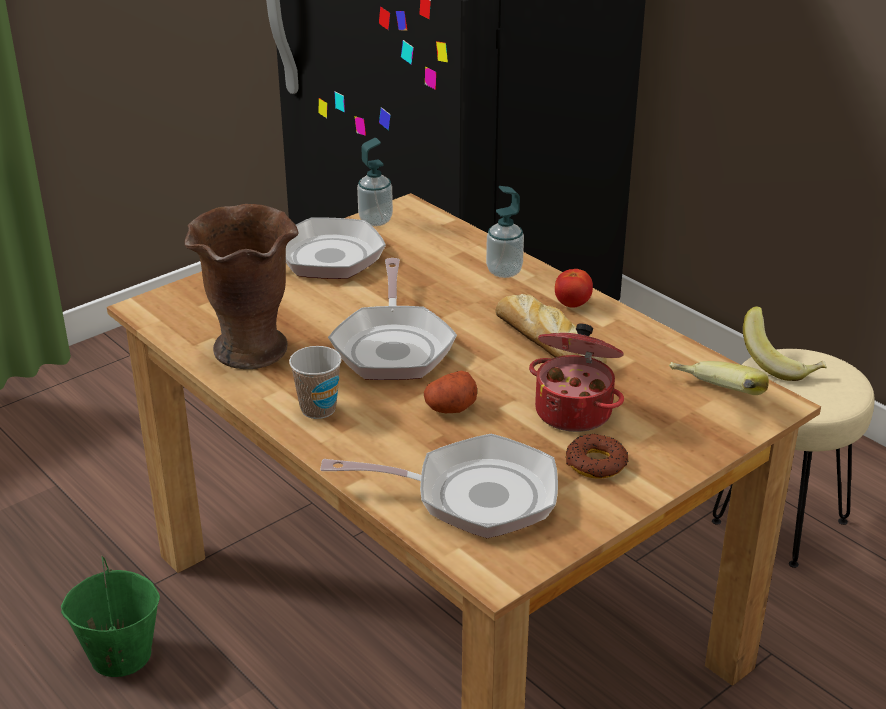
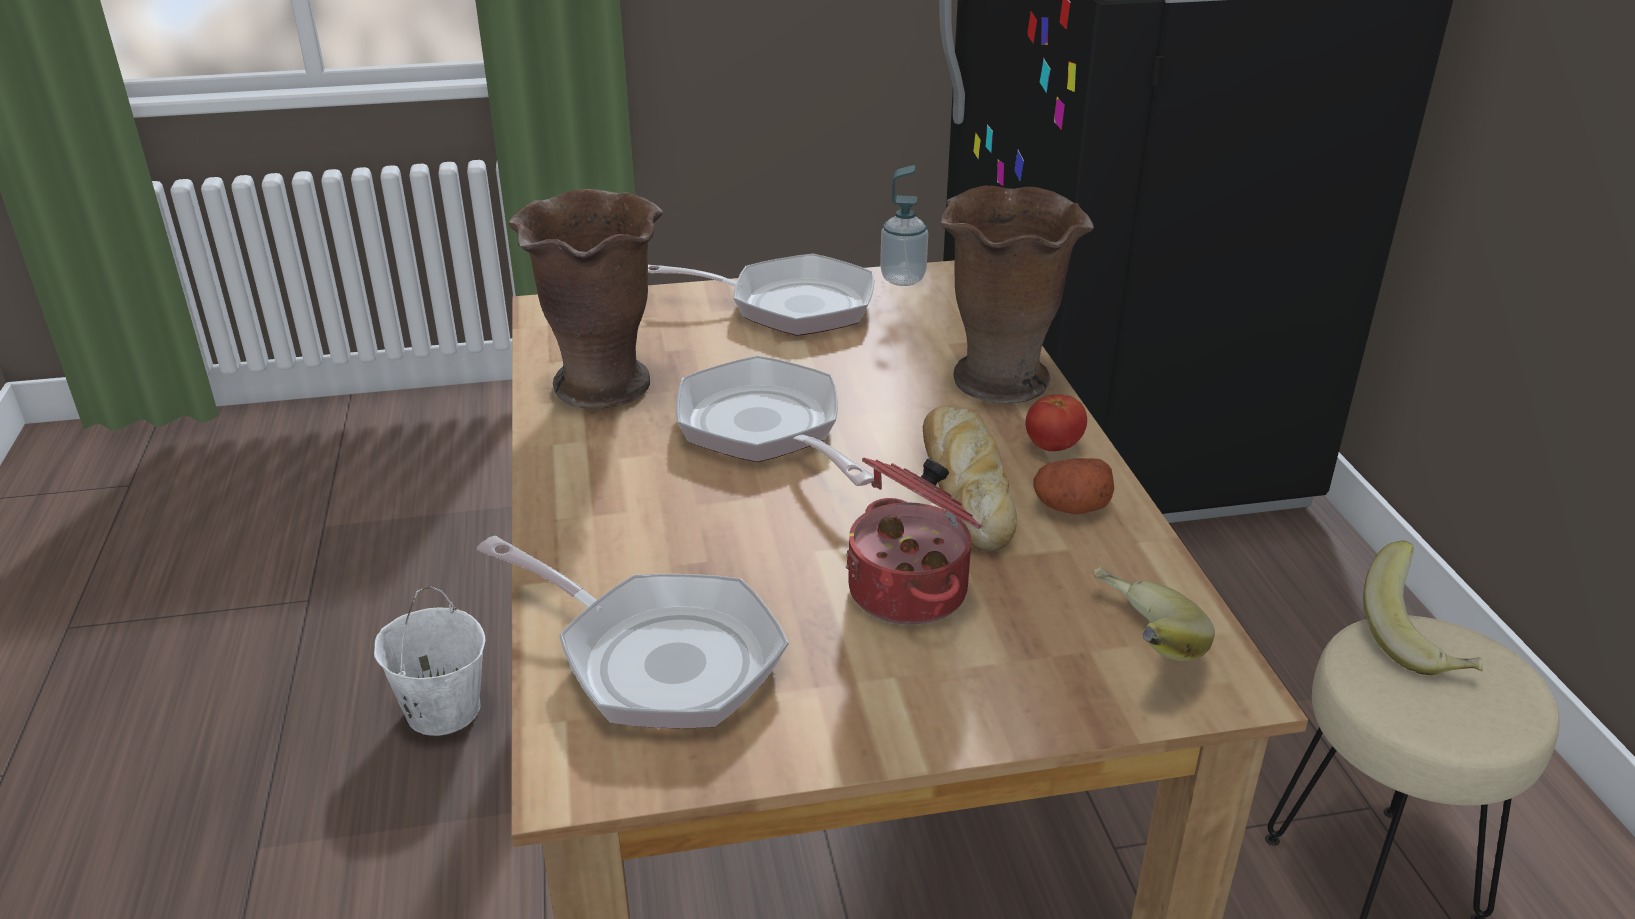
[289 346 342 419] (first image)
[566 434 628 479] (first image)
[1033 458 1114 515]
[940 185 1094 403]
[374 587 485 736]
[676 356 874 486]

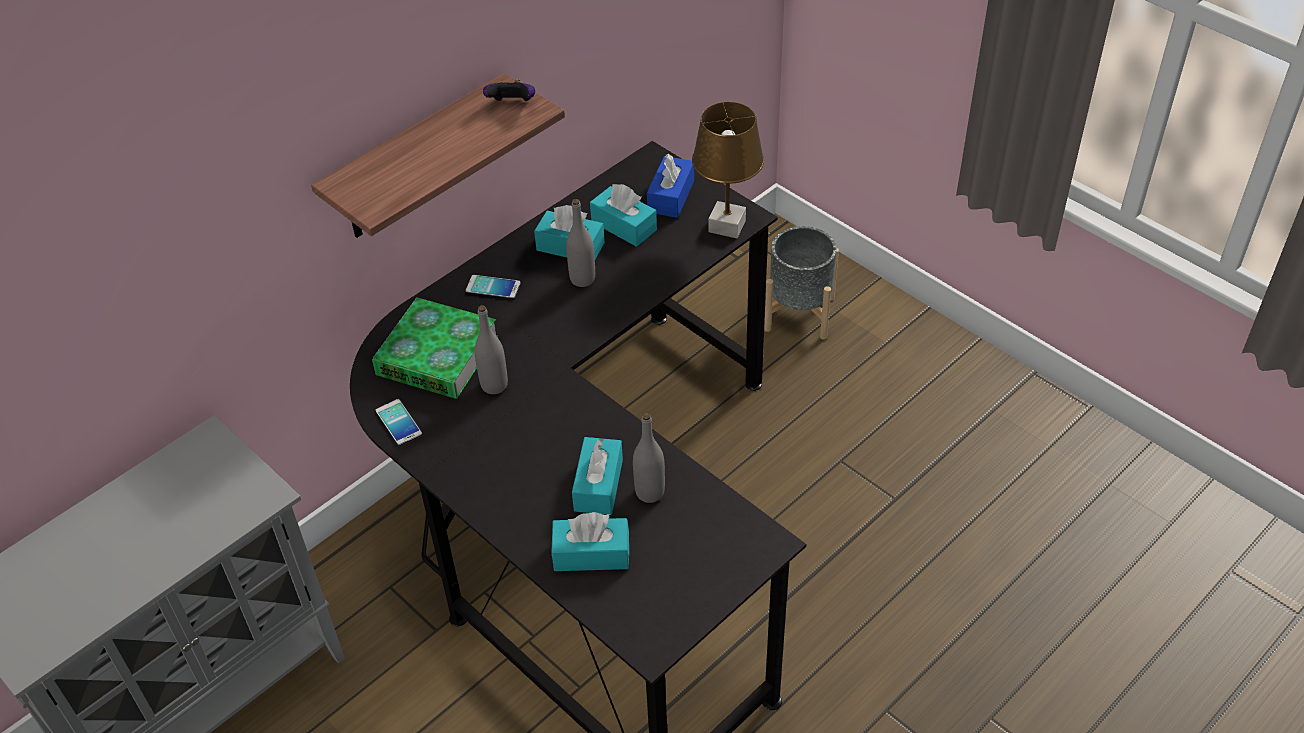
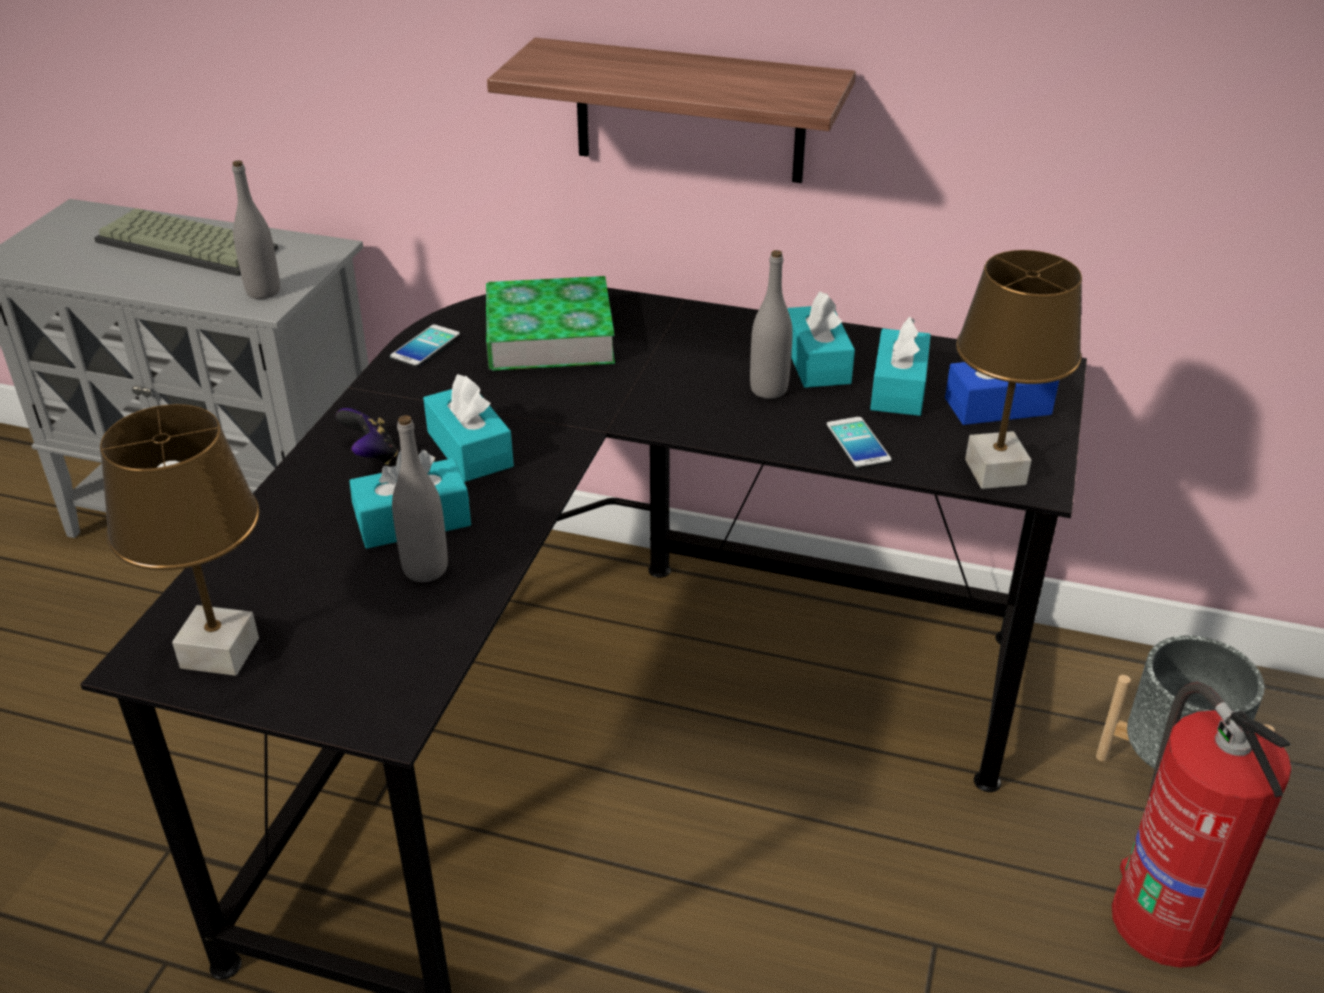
[94 208 278 276]
[100 404 260 676]
[1112 682 1292 968]
[826 417 891 469]
[232 160 280 299]
[336 408 398 465]
[423 374 514 482]

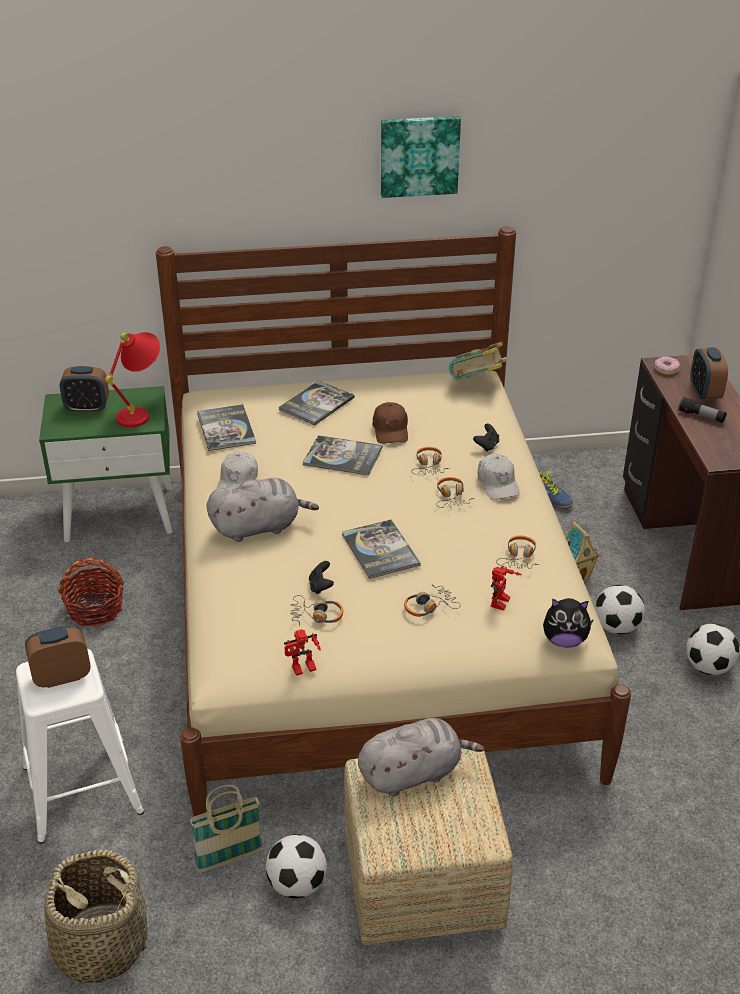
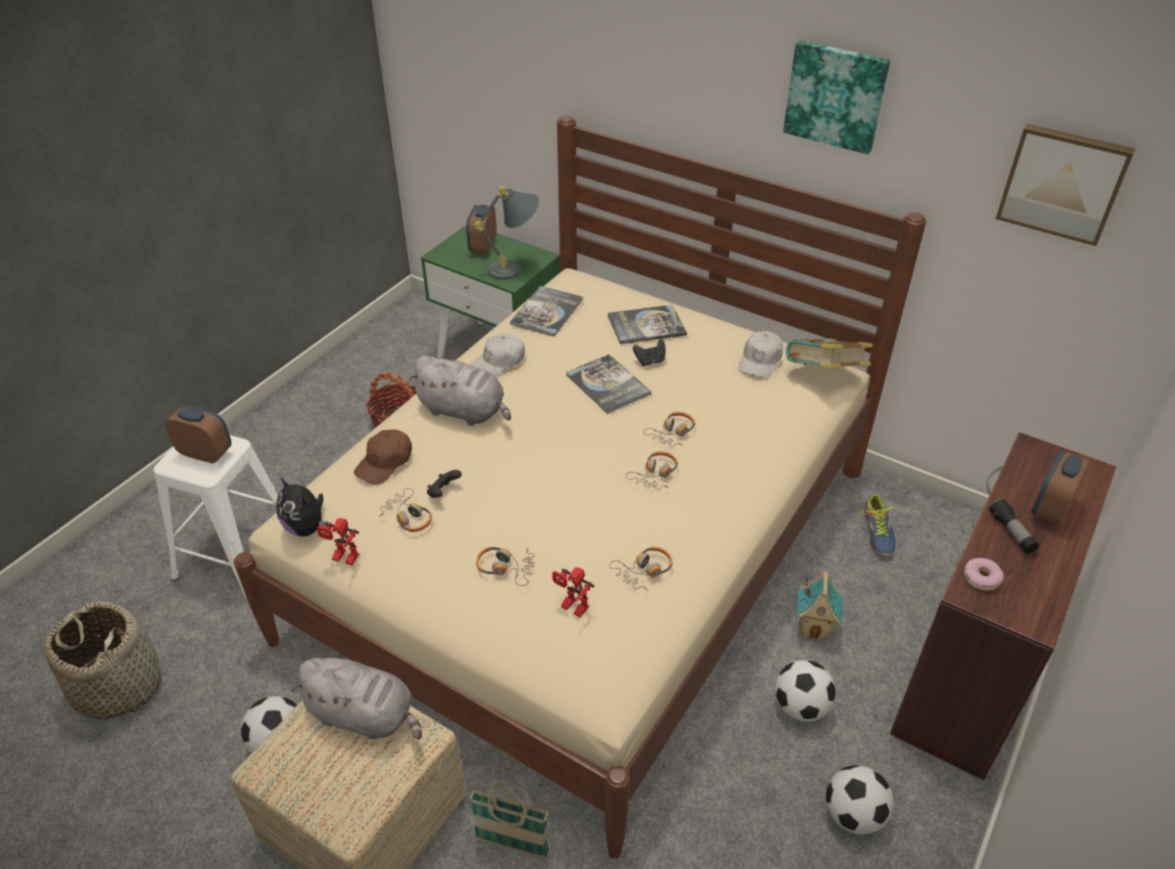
[342 520 421 579] (first image)
[996 124 1135 246]
[470 781 549 859]
[354 430 412 485]
[633 339 666 366]
[738 331 783 378]
[276 477 329 537]
[964 558 1004 591]
[474 186 539 280]
[466 205 497 254]
[552 567 595 617]

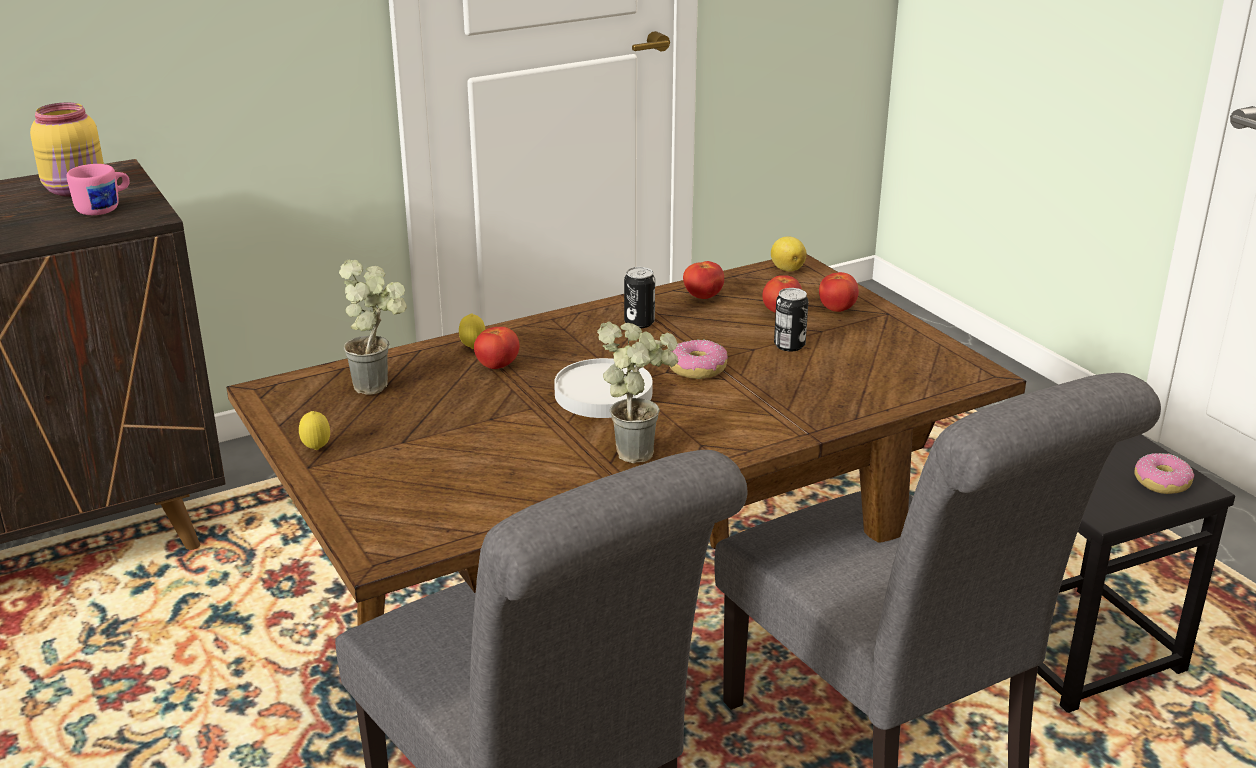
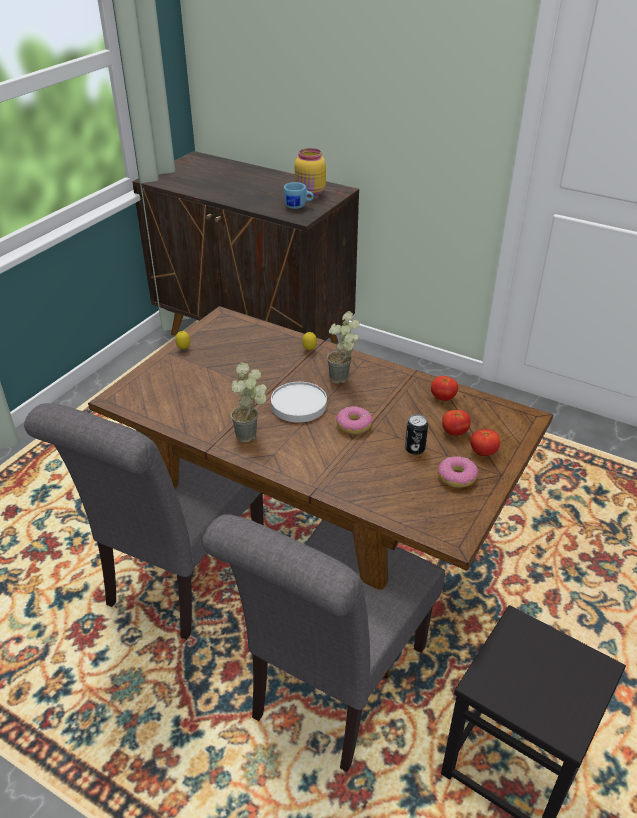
[474 327 519 369] (first image)
[624 267 655 328] (first image)
[771 237 807 271] (first image)
[327 311 359 384]
[438 456 478 488]
[284 182 314 209]

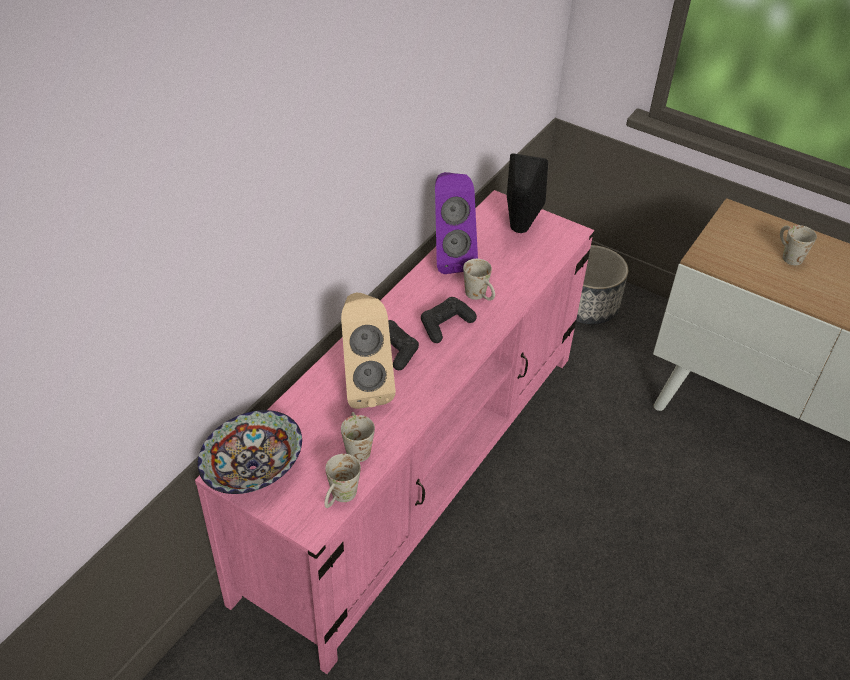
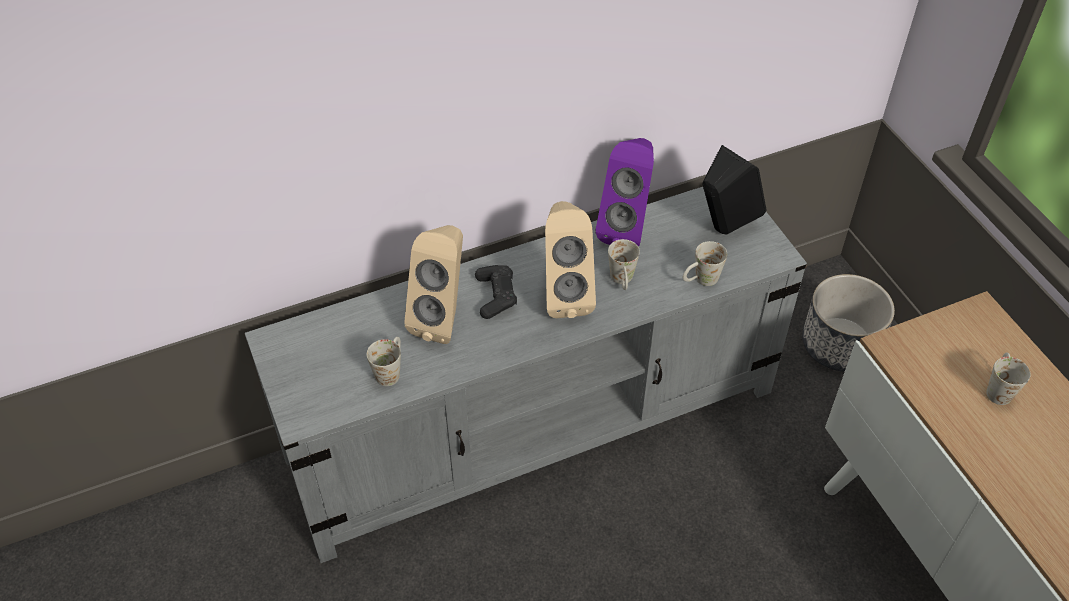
[198 410 302 494] (first image)
[683 241 727 286]
[545 201 596 318]
[245 187 807 563]

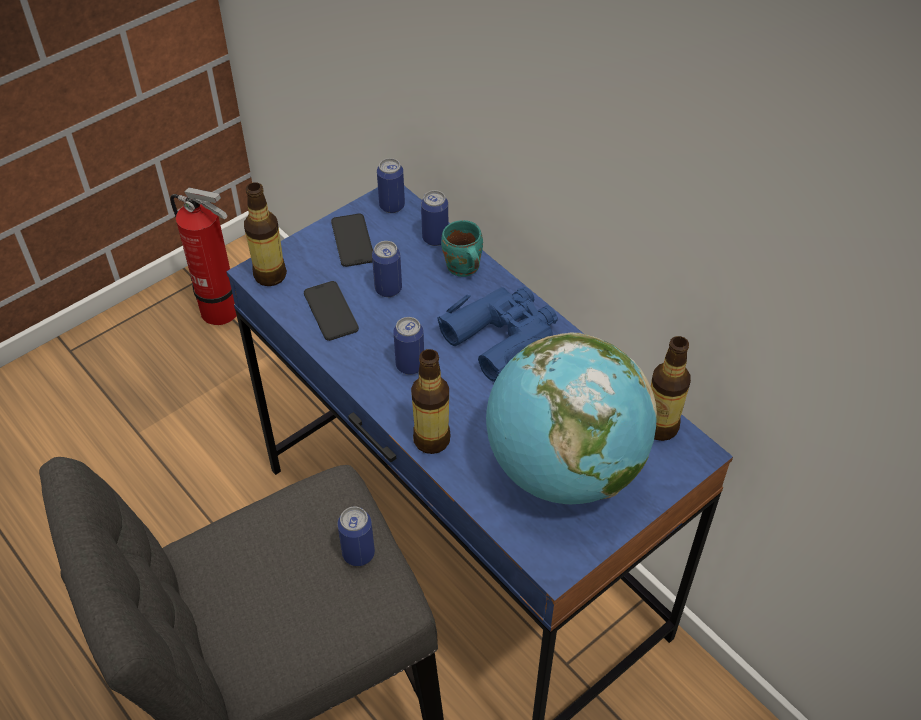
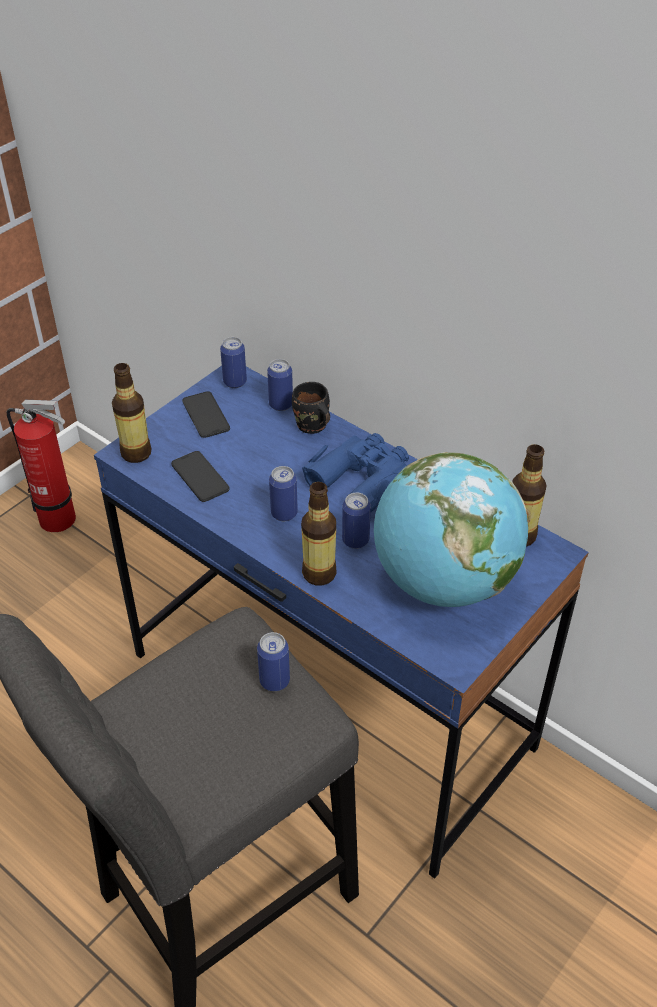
[342 493 371 549]
[292 382 330 434]

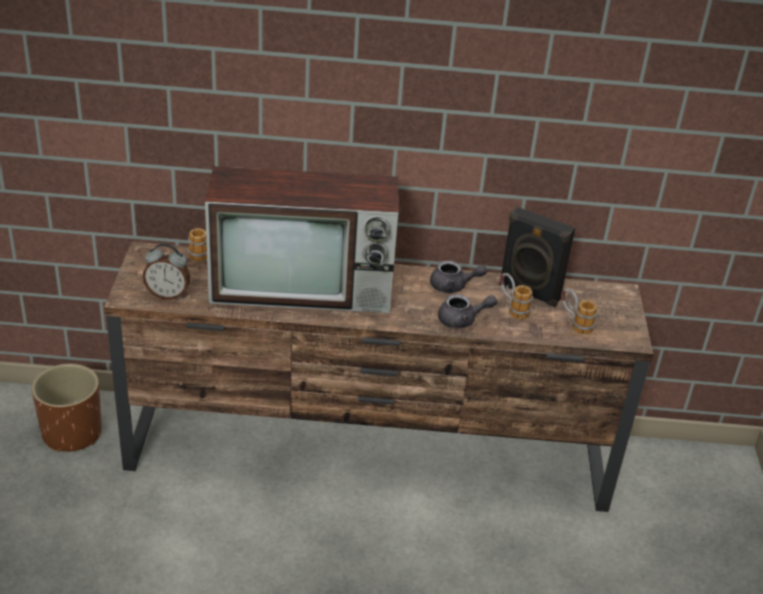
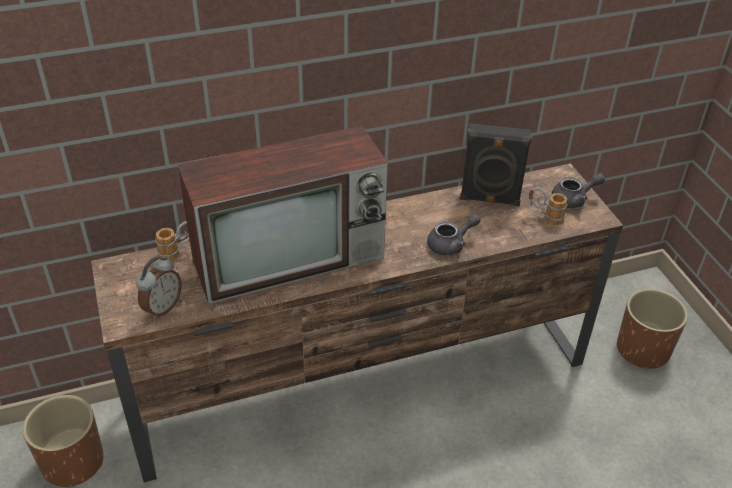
[500 273 533 319] (first image)
[617 289 688 369]
[551 173 605 208]
[136 257 182 319]

